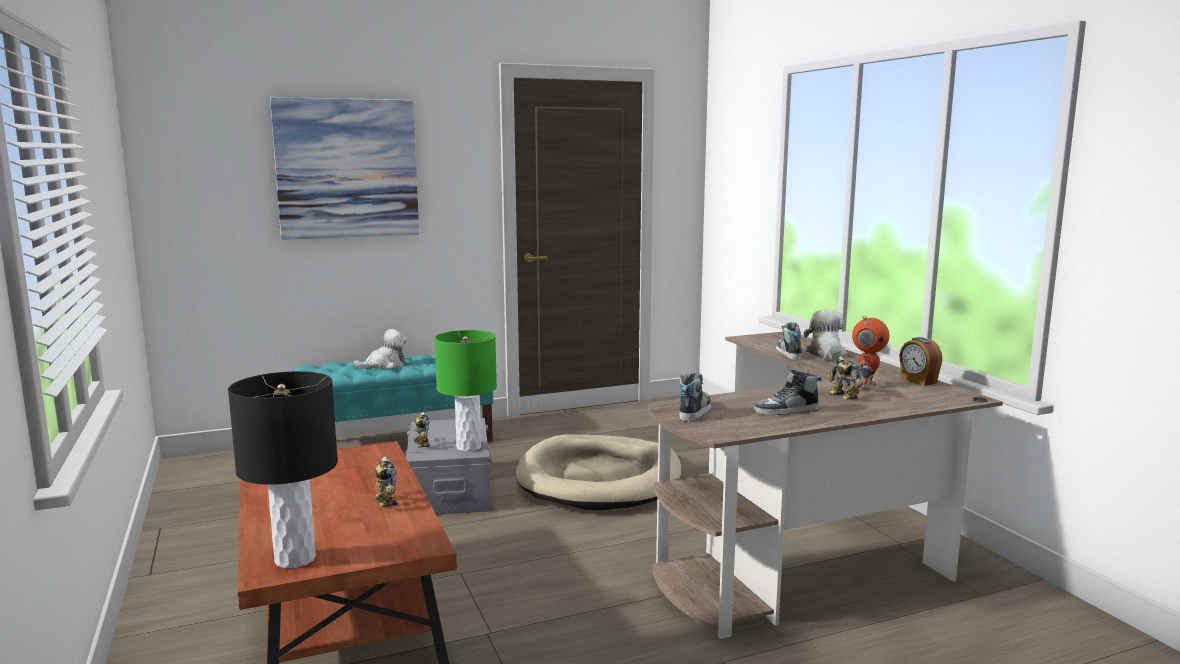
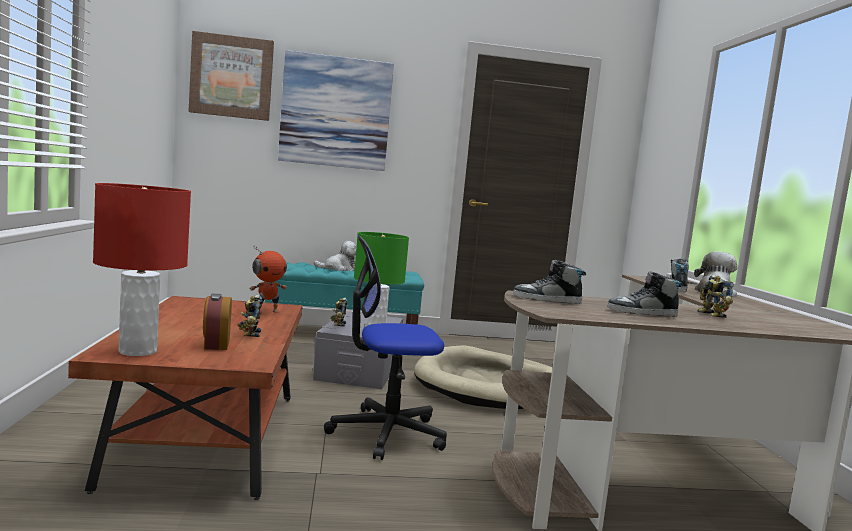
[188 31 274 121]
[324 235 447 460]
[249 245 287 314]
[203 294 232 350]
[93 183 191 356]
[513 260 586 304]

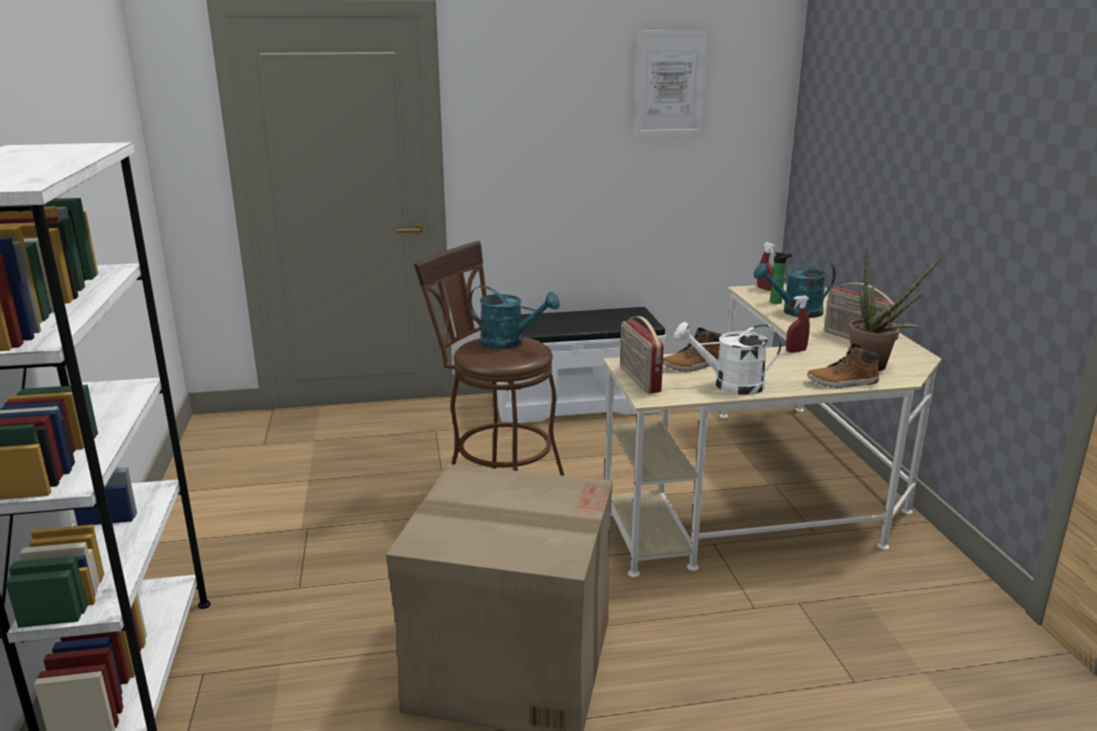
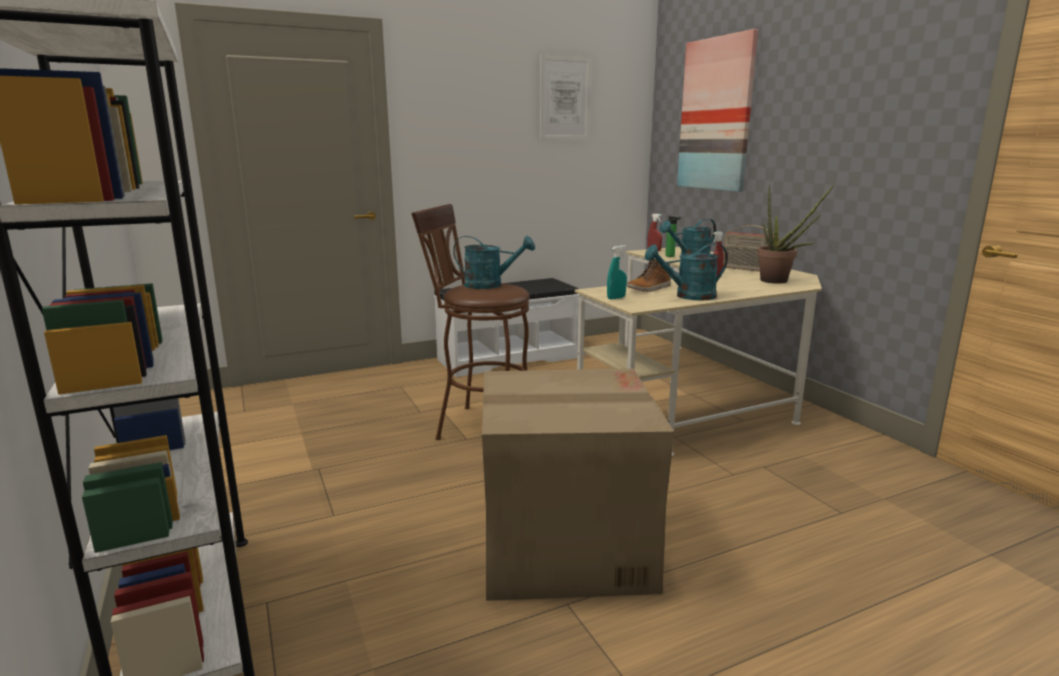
[807 344 882 388] (first image)
[677 29 758 192]
[607 245 627 300]
[645 243 728 301]

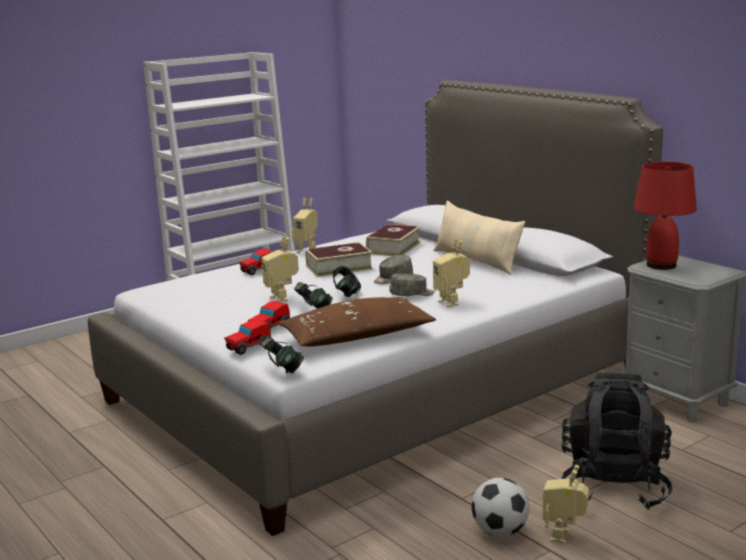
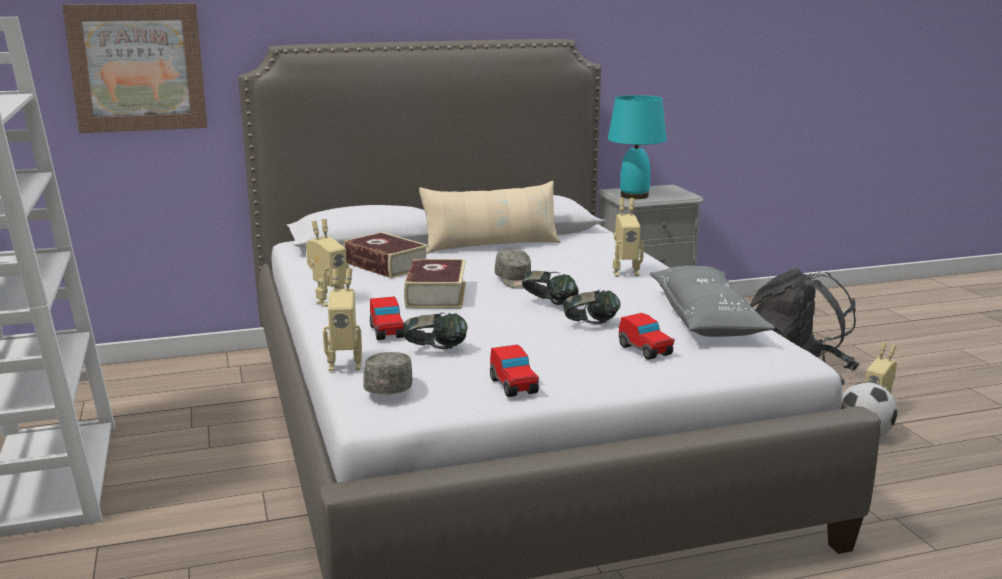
[62 3 207 133]
[490 345 539 397]
[323 268 362 371]
[404 313 468 349]
[363 352 413 394]
[650 266 775 337]
[608 95 667 199]

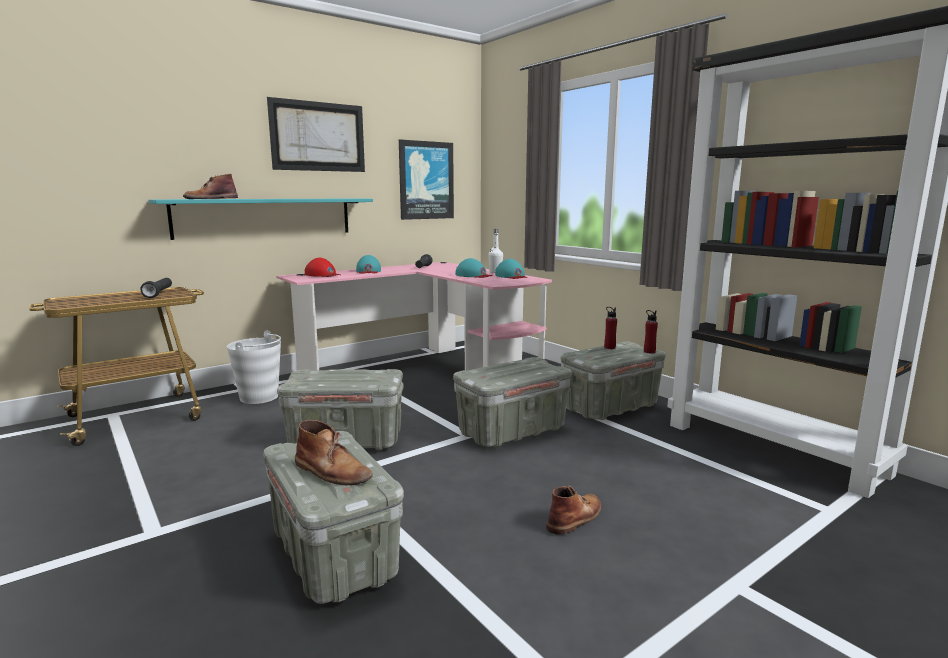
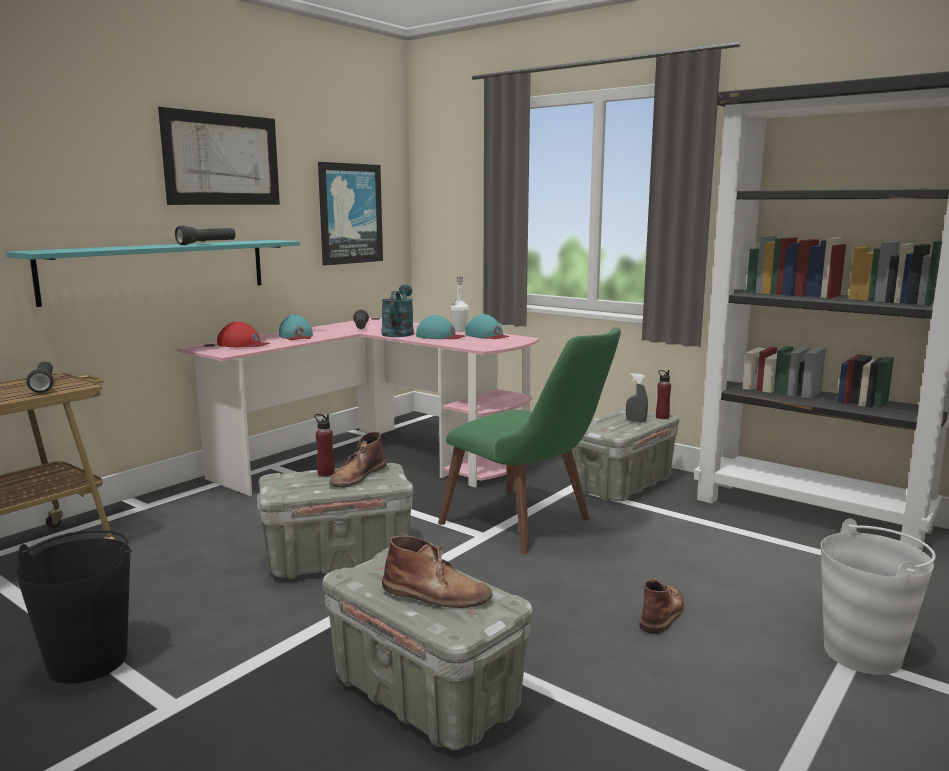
[15 530 132 684]
[175 226 236 245]
[381 285 414 337]
[626 373 648 423]
[330 431 386 488]
[821 519 936 675]
[314 414 335 476]
[438 327 621 554]

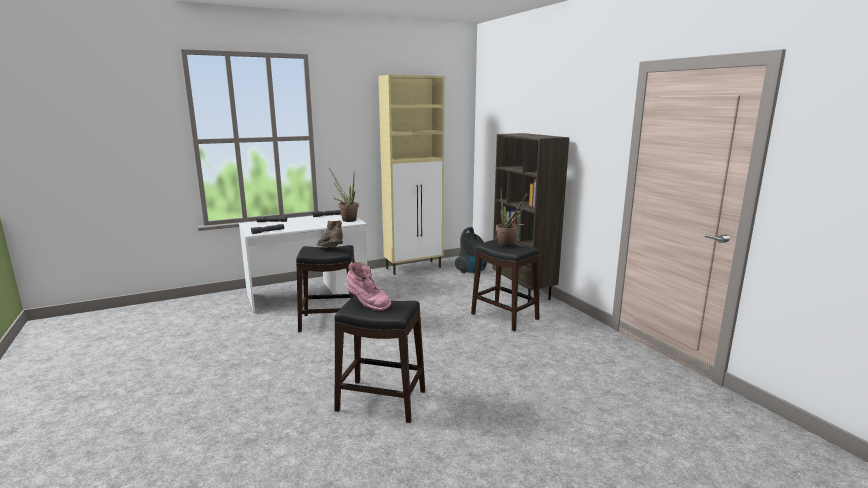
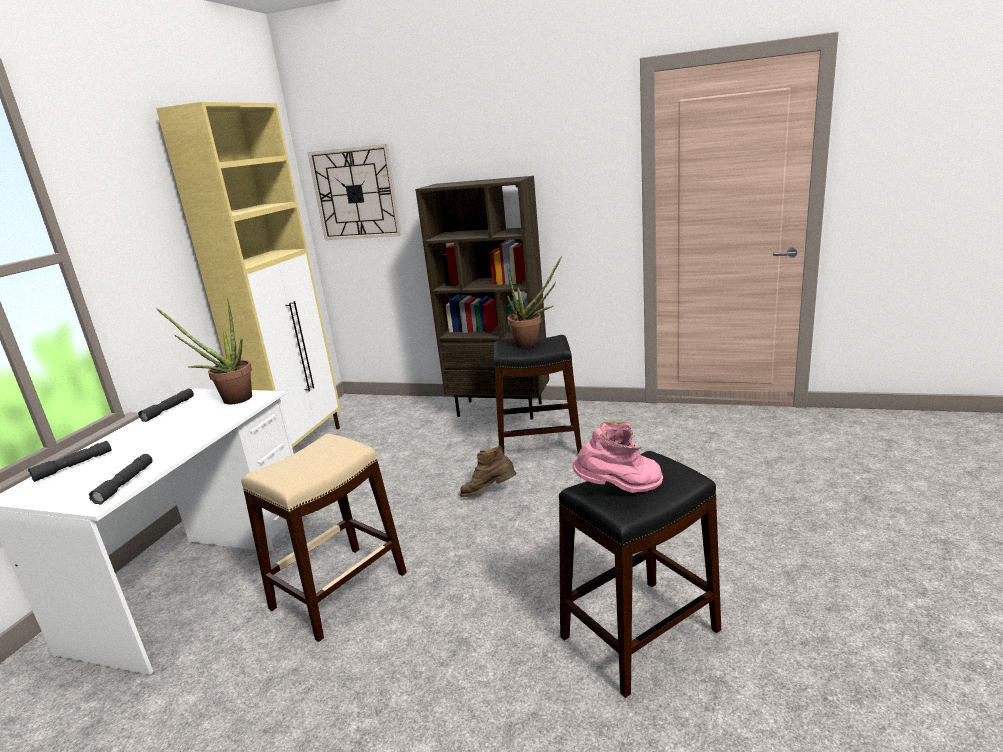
[455 227 487 273] (first image)
[307 144 402 240]
[460 445 516 497]
[241 434 407 642]

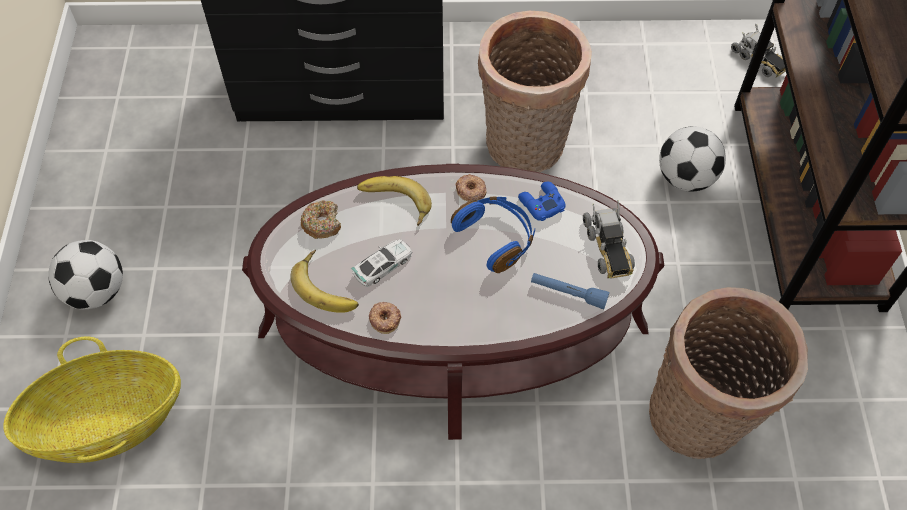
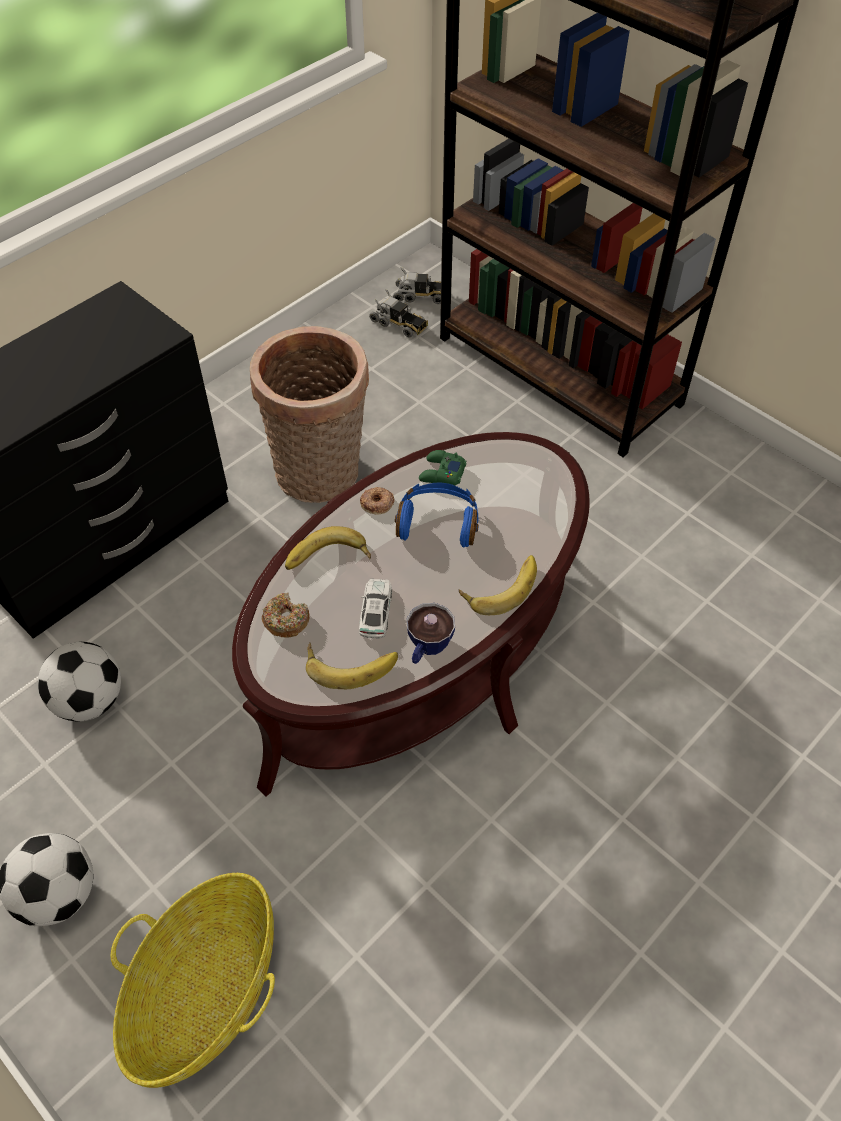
[531 273 609 309] (first image)
[649 287 808 459] (first image)
[459 555 537 615]
[369 290 428 338]
[38 642 121 722]
[407 603 455 664]
[419 450 466 485]

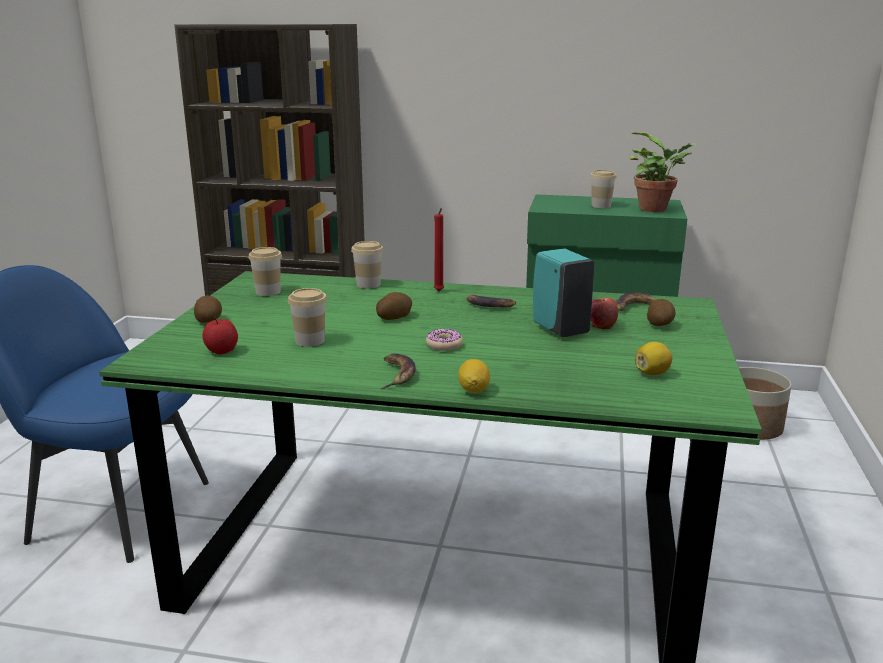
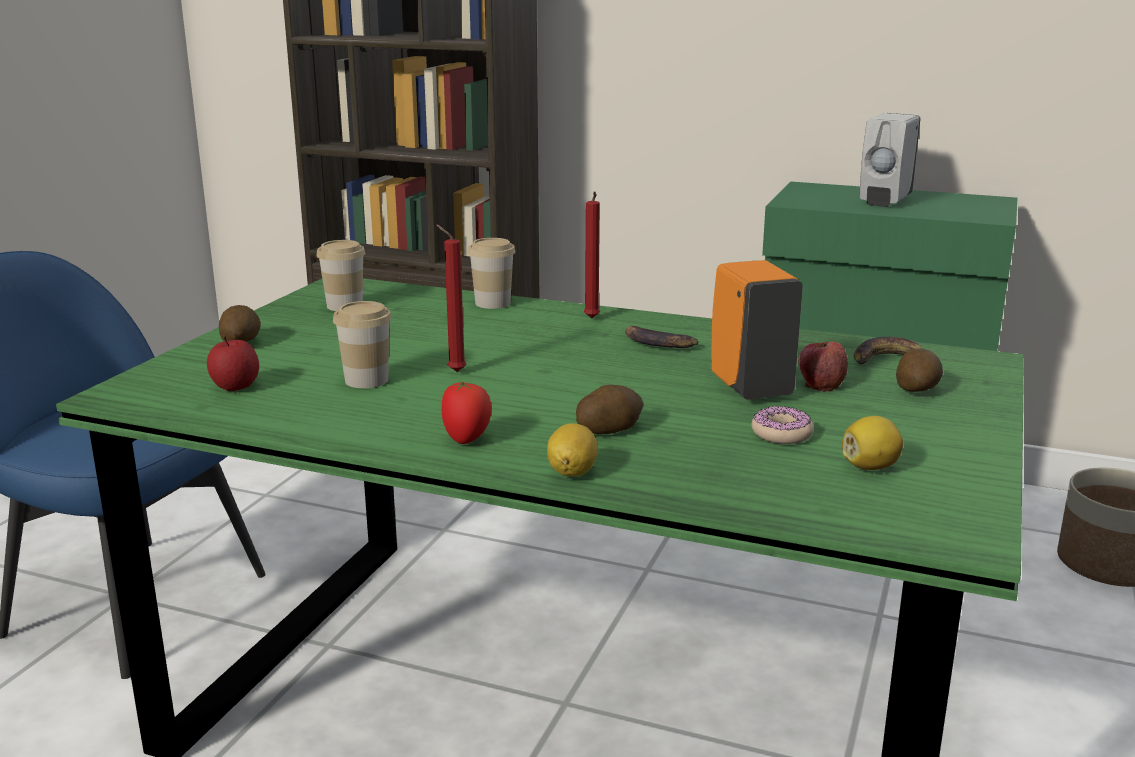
[629 132 696 212] (first image)
[436 224 466 372]
[576 385 643 434]
[752 406 814 444]
[442 381 492 444]
[860 113 920 207]
[712 260 803 400]

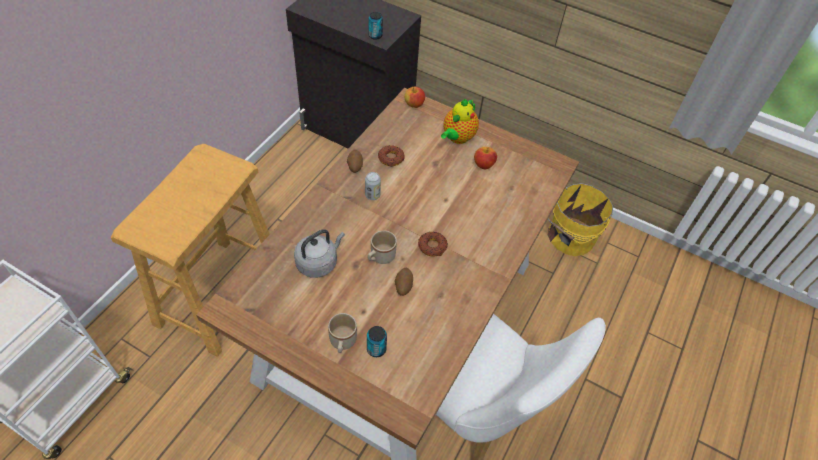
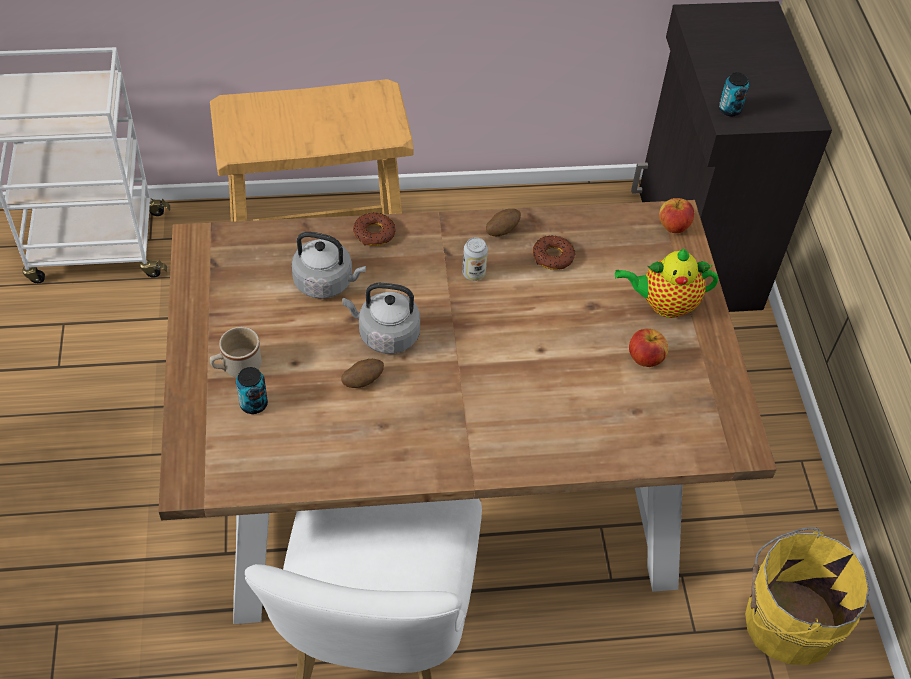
[353 213 395 246]
[342 283 420 354]

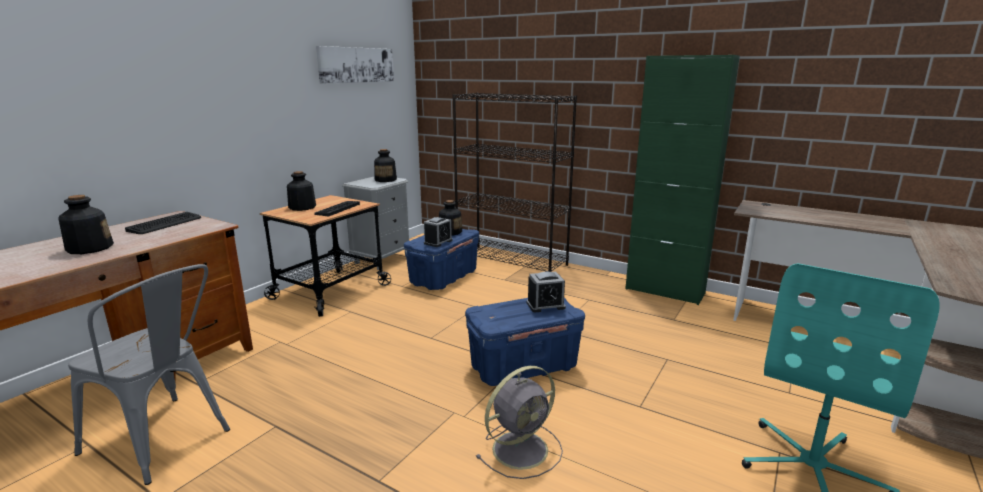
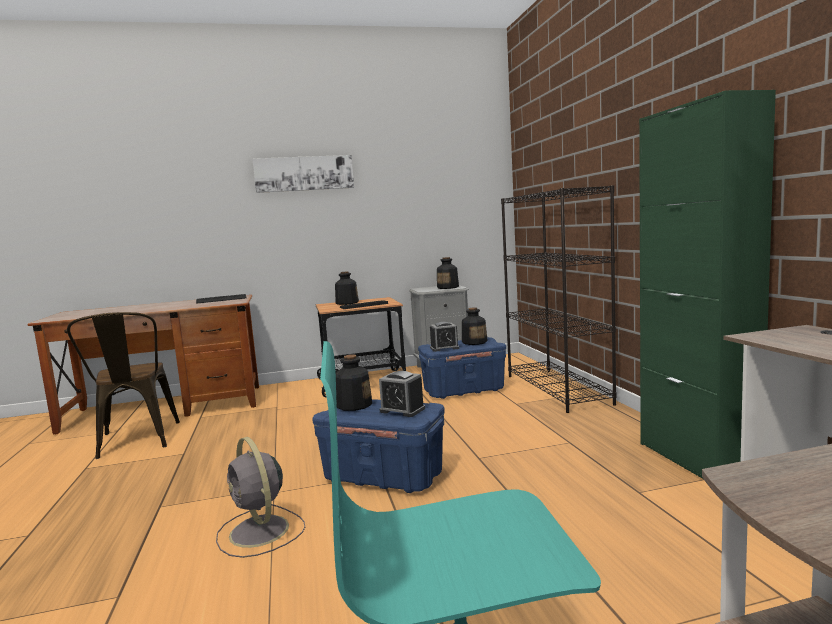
[336 354 372 411]
[252 155 354 193]
[67 312 180 459]
[216 437 305 558]

